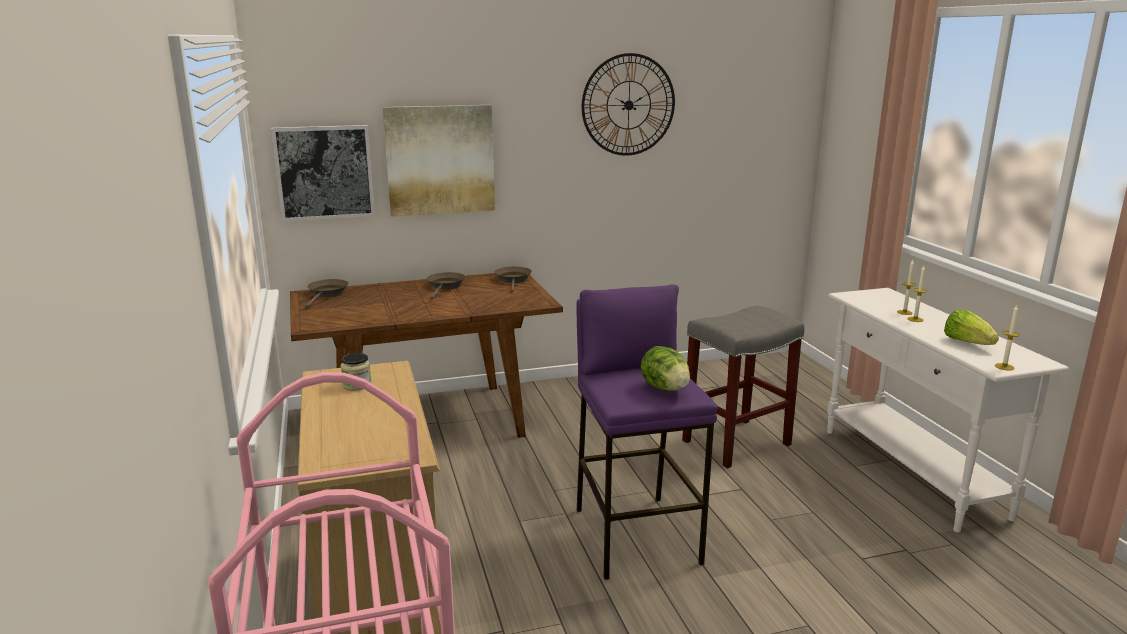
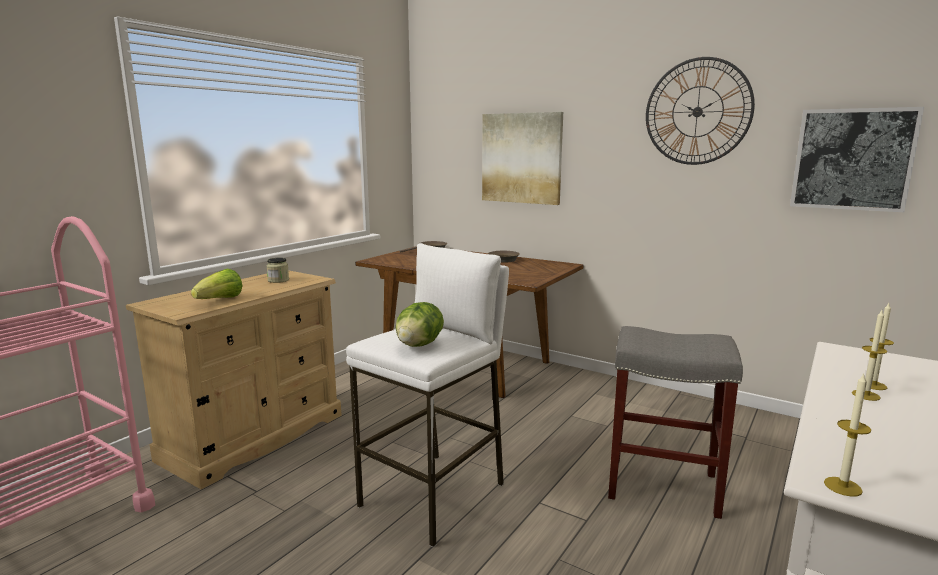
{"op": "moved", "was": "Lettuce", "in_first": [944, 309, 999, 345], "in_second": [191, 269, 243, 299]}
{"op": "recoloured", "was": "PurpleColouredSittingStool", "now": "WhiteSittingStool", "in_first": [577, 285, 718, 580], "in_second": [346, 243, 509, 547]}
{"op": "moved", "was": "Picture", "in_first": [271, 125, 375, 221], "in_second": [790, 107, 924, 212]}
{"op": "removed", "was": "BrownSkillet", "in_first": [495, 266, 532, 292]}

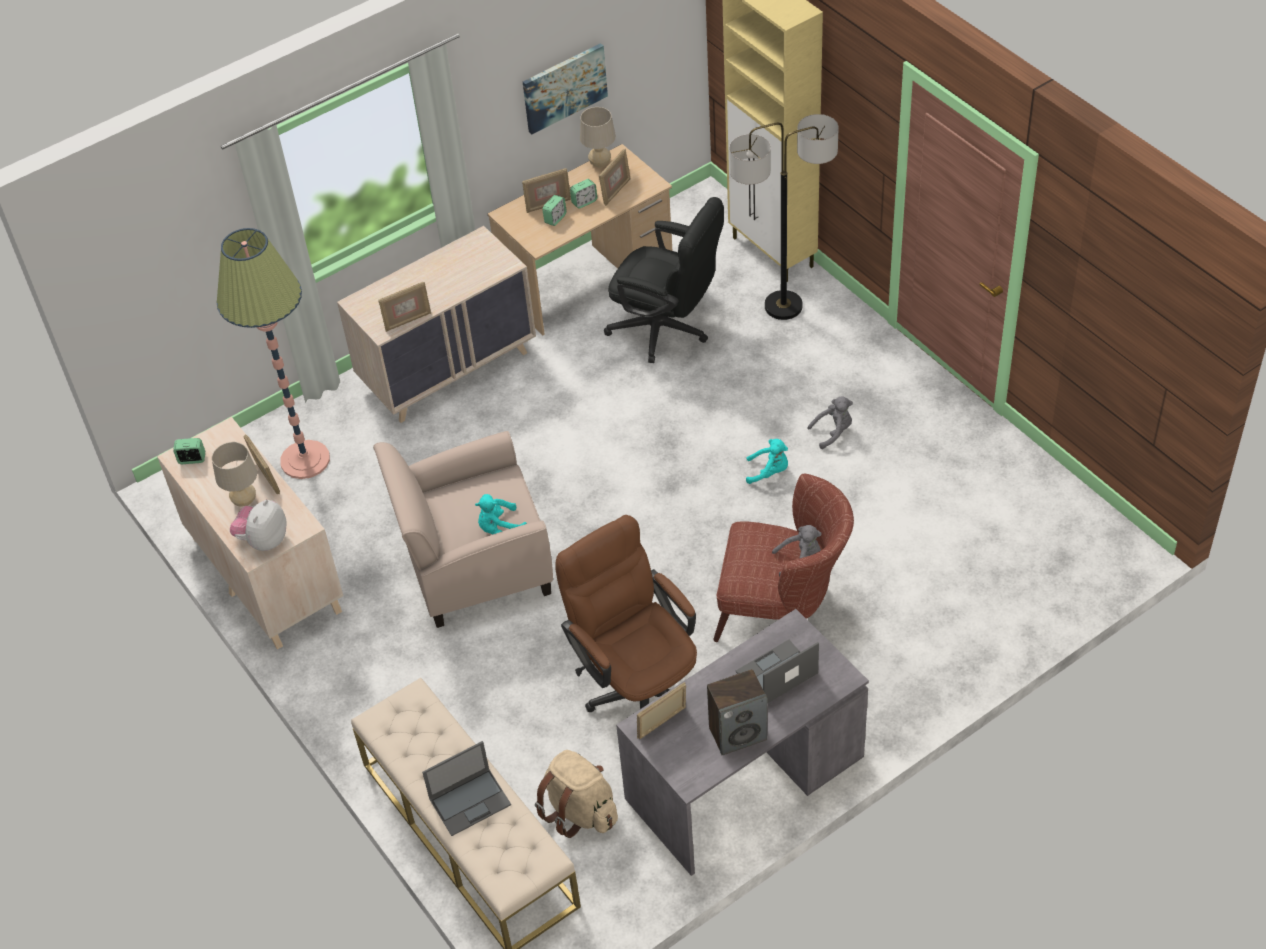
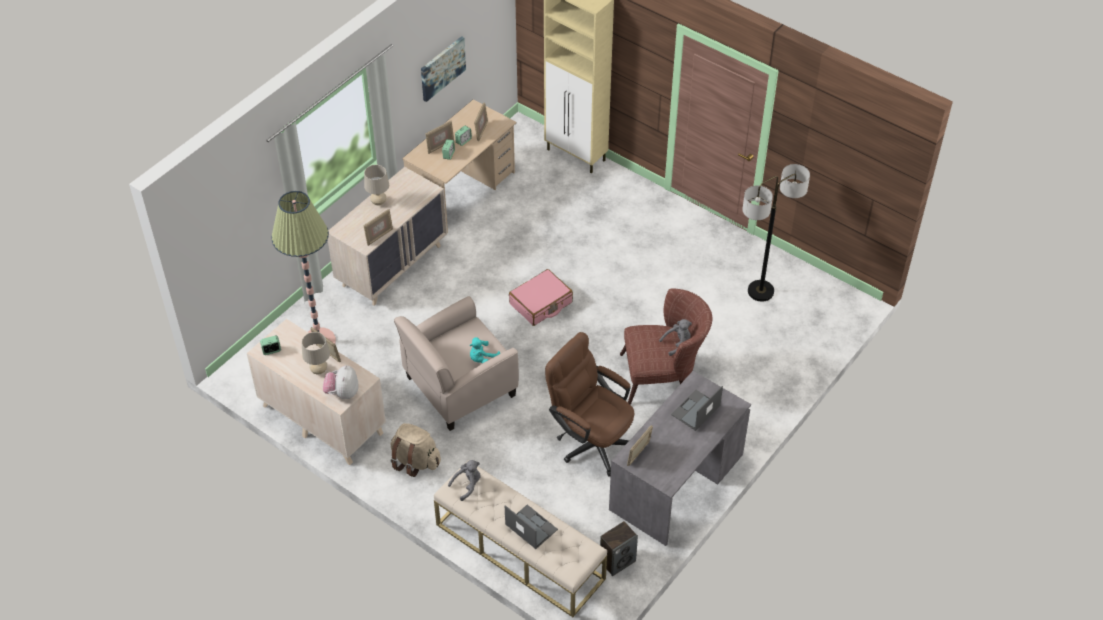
{"op": "moved", "was": "BeigeLampForATable", "in_first": [580, 107, 616, 168], "in_second": [364, 165, 389, 206]}
{"op": "moved", "was": "BeigeKnapsack", "in_first": [535, 750, 618, 838], "in_second": [390, 423, 441, 477]}
{"op": "moved", "was": "GreyPlushToy", "in_first": [807, 396, 853, 449], "in_second": [448, 460, 481, 501]}
{"op": "turned", "was": "NotebookComputer", "in_first": [422, 741, 511, 836], "in_second": [505, 505, 558, 549], "clockwise": -90}
{"op": "added", "now": "PinkishTravelCase", "in_second": [509, 269, 573, 326]}
{"op": "moved", "was": "Speaker", "in_first": [707, 669, 767, 755], "in_second": [600, 521, 638, 576]}
{"op": "moved", "was": "StandardLamp", "in_first": [729, 114, 839, 320], "in_second": [742, 164, 810, 302]}
{"op": "removed", "was": "BlackOfficeChair", "in_first": [604, 197, 724, 363]}
{"op": "removed", "was": "BlueGreenPlushToy", "in_first": [746, 439, 788, 484]}

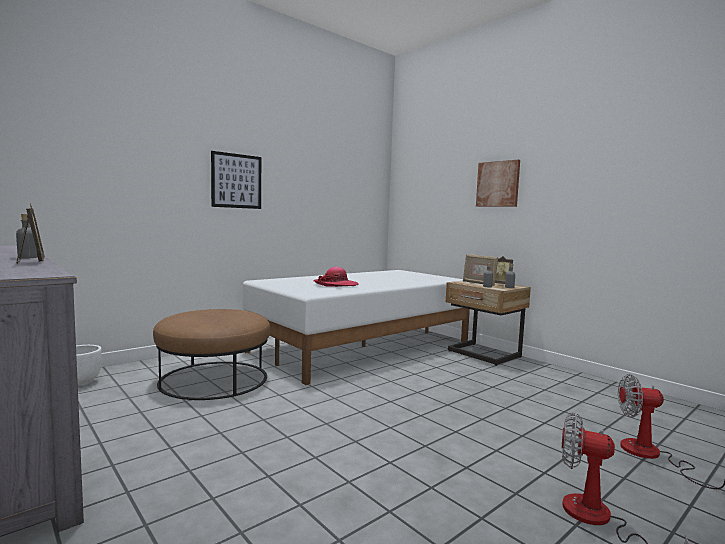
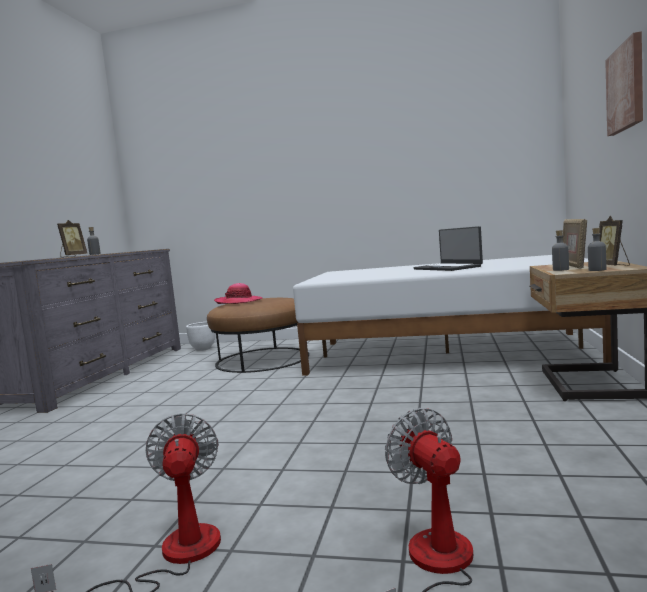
{"op": "moved", "was": "WearableHat", "in_first": [313, 267, 359, 287], "in_second": [214, 283, 263, 304]}
{"op": "added", "now": "NotebookComputer", "in_second": [413, 226, 483, 271]}
{"op": "removed", "was": "Picture", "in_first": [211, 151, 261, 209]}

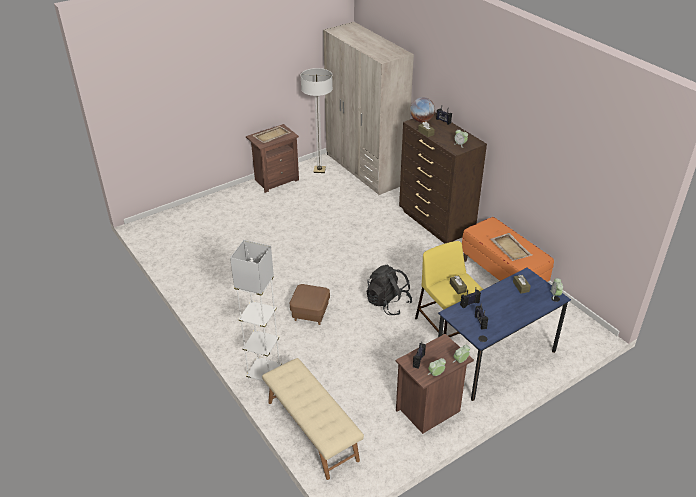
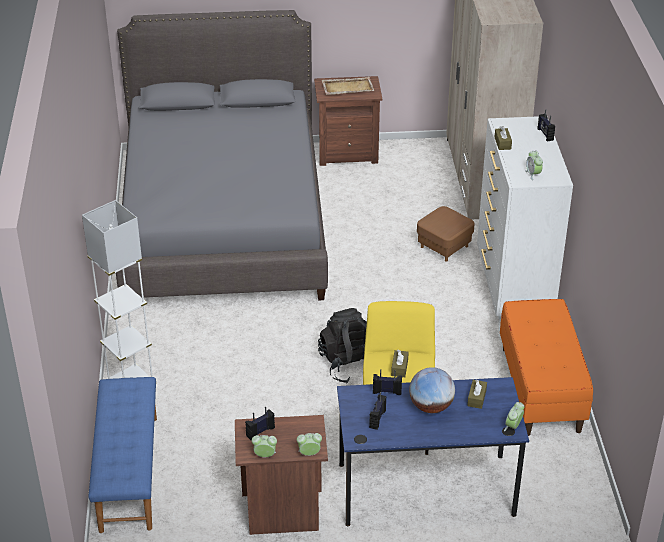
{"op": "recoloured", "was": "BeigeLongSeat", "now": "BlueLongSeat", "in_first": [262, 358, 364, 480], "in_second": [89, 377, 157, 533]}
{"op": "added", "now": "GreyBed", "in_second": [116, 10, 328, 301]}
{"op": "moved", "was": "WorldGlobe", "in_first": [410, 97, 435, 123], "in_second": [409, 367, 455, 413]}
{"op": "moved", "was": "BrownFootrest", "in_first": [290, 284, 330, 325], "in_second": [417, 206, 475, 261]}
{"op": "recoloured", "was": "BrownDrawerChest", "now": "WhiteDrawerChest", "in_first": [399, 112, 487, 244], "in_second": [477, 116, 573, 319]}
{"op": "removed", "was": "StandardLamp", "in_first": [301, 68, 333, 173]}
{"op": "removed", "was": "BeigeCarryingTray", "in_first": [490, 233, 532, 261]}

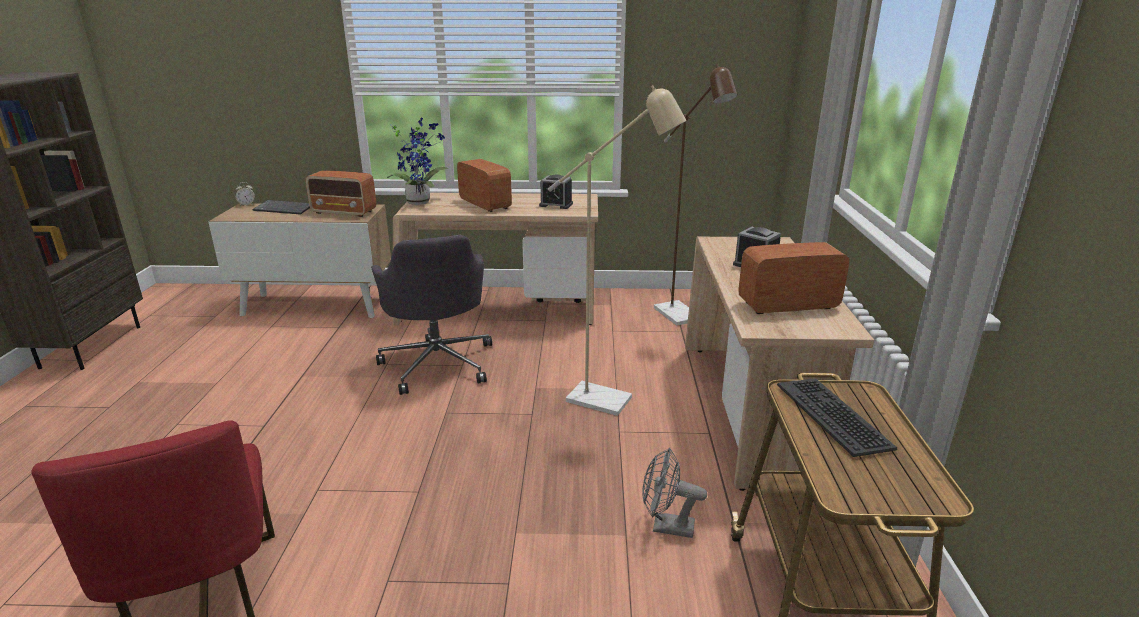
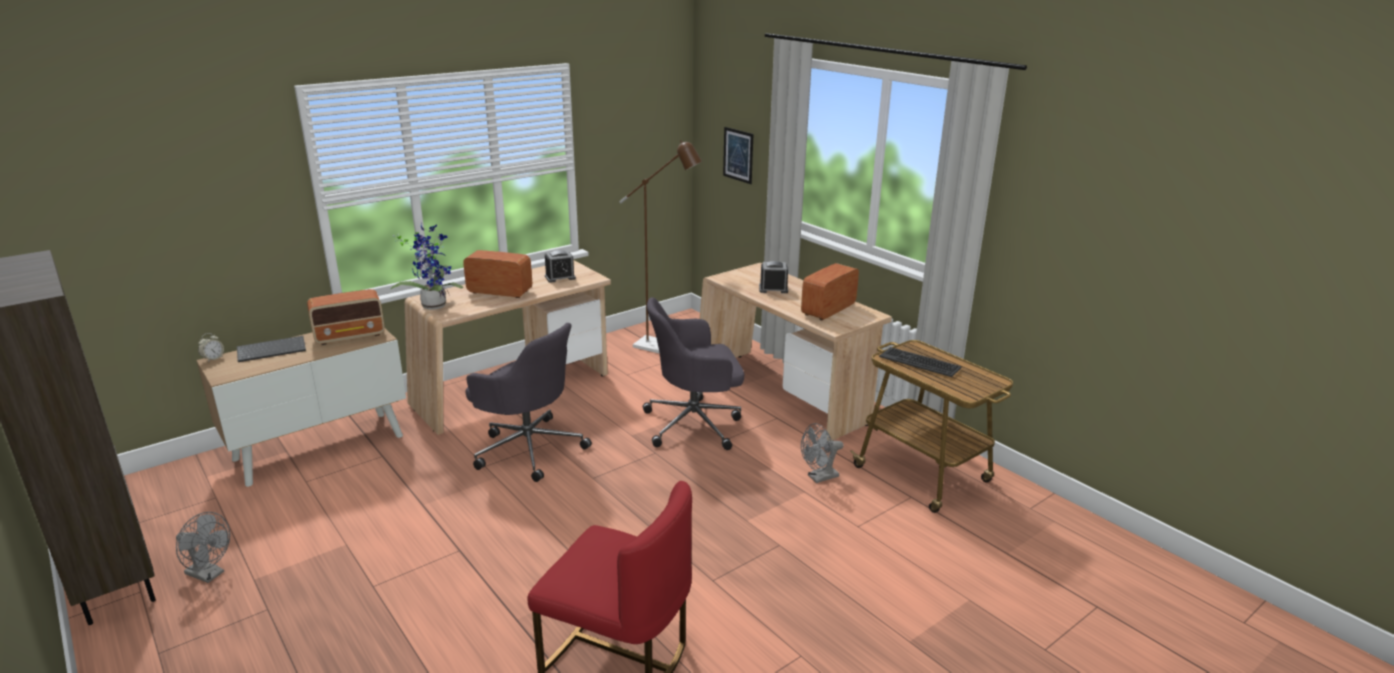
{"op": "added", "now": "GreyCoolingFan", "in_second": [176, 512, 230, 583]}
{"op": "replaced", "was": "BeigeStandardLamp", "now": "GreyOfficeChair", "in_first": [548, 86, 687, 416], "in_second": [643, 297, 744, 450]}
{"op": "added", "now": "Picture", "in_second": [723, 127, 753, 184]}

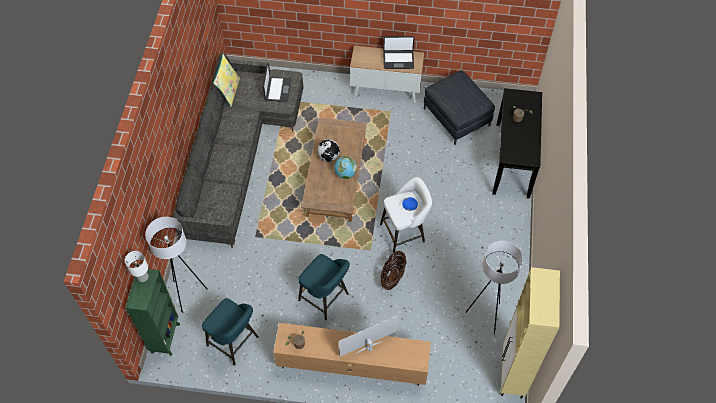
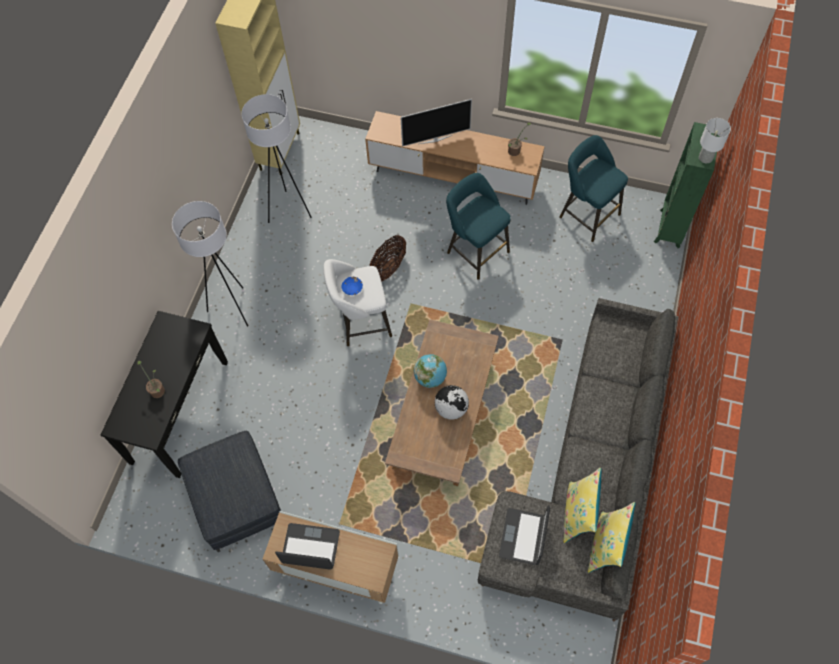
{"op": "moved", "was": "WhiteStandardLamp", "in_first": [145, 217, 208, 312], "in_second": [172, 201, 248, 326]}
{"op": "added", "now": "YellowColouredThrowPillow", "in_second": [564, 468, 602, 543]}

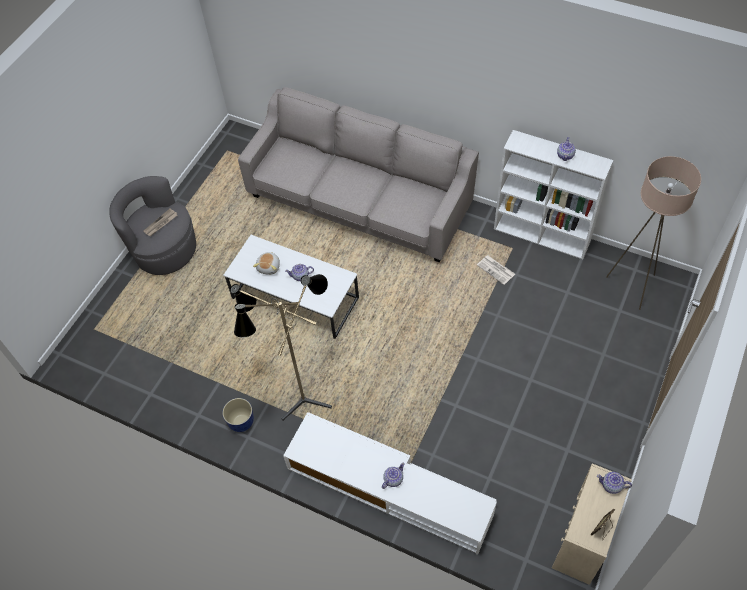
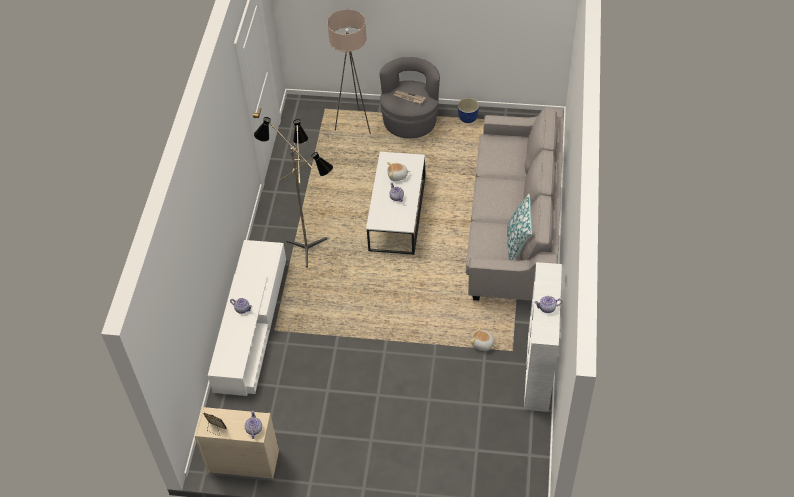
{"op": "moved", "was": "BeigeStandardLamp", "in_first": [606, 156, 701, 310], "in_second": [327, 9, 371, 134]}
{"op": "moved", "was": "FlowerPot", "in_first": [222, 398, 254, 432], "in_second": [458, 98, 479, 123]}
{"op": "replaced", "was": "Newspaper", "now": "PlushToy", "in_first": [477, 255, 515, 285], "in_second": [470, 326, 496, 351]}
{"op": "added", "now": "ThrowPillow", "in_second": [507, 194, 533, 260]}

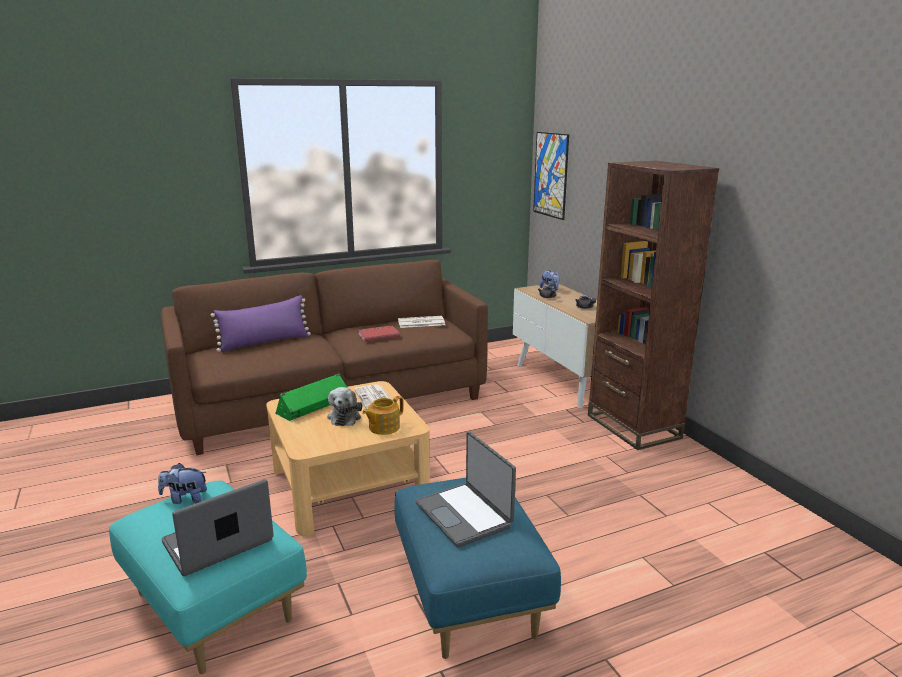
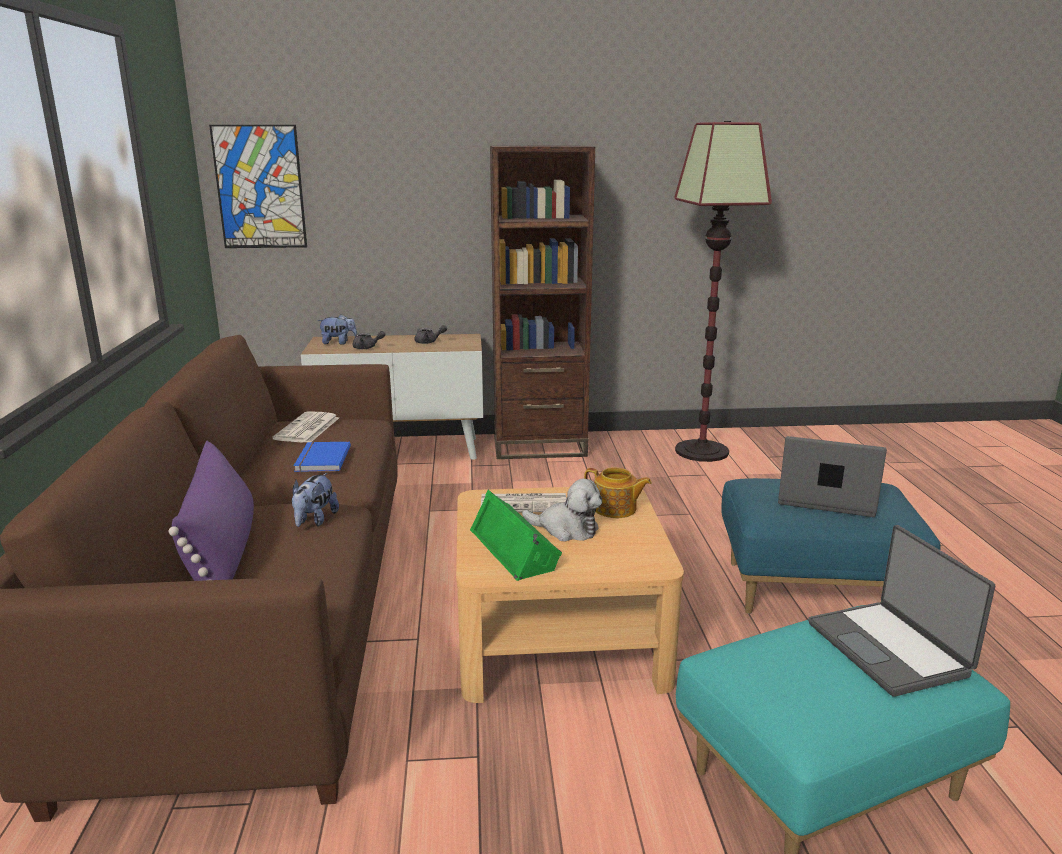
{"op": "moved", "was": "PlushToy", "in_first": [158, 463, 207, 504], "in_second": [292, 473, 339, 527]}
{"op": "recoloured", "was": "ReddishBook", "now": "BlueBook", "in_first": [358, 326, 400, 342], "in_second": [294, 442, 351, 472]}
{"op": "turned", "was": "TeaPot", "in_first": [362, 396, 403, 435], "in_second": [584, 467, 652, 518], "clockwise": -45}
{"op": "added", "now": "StandardLamp", "in_second": [674, 121, 772, 462]}
{"op": "turned", "was": "NotebookComputer", "in_first": [415, 431, 516, 548], "in_second": [778, 436, 887, 517], "clockwise": -150}

